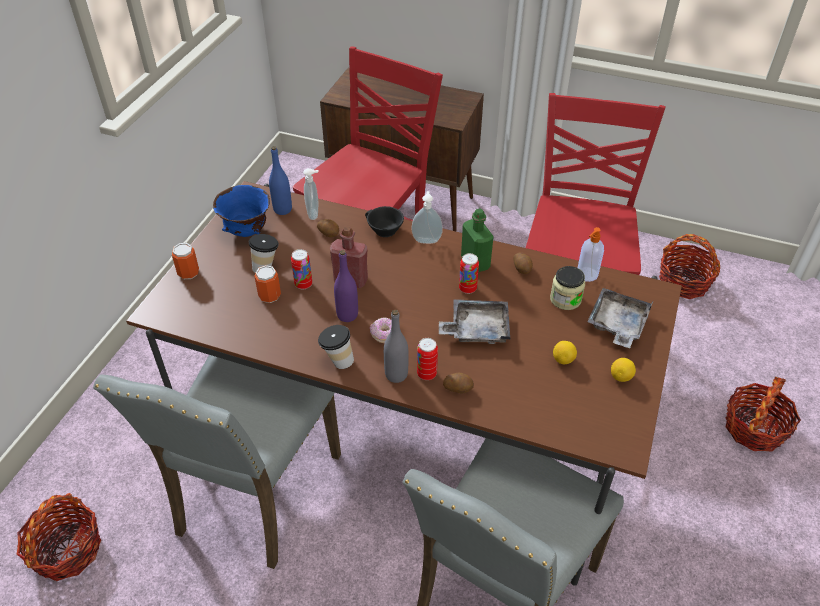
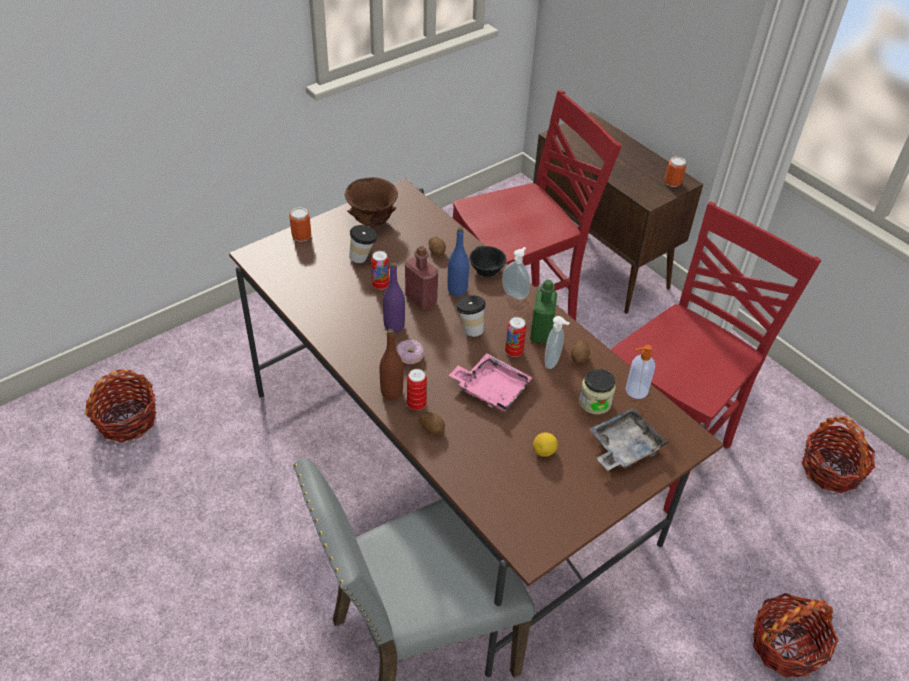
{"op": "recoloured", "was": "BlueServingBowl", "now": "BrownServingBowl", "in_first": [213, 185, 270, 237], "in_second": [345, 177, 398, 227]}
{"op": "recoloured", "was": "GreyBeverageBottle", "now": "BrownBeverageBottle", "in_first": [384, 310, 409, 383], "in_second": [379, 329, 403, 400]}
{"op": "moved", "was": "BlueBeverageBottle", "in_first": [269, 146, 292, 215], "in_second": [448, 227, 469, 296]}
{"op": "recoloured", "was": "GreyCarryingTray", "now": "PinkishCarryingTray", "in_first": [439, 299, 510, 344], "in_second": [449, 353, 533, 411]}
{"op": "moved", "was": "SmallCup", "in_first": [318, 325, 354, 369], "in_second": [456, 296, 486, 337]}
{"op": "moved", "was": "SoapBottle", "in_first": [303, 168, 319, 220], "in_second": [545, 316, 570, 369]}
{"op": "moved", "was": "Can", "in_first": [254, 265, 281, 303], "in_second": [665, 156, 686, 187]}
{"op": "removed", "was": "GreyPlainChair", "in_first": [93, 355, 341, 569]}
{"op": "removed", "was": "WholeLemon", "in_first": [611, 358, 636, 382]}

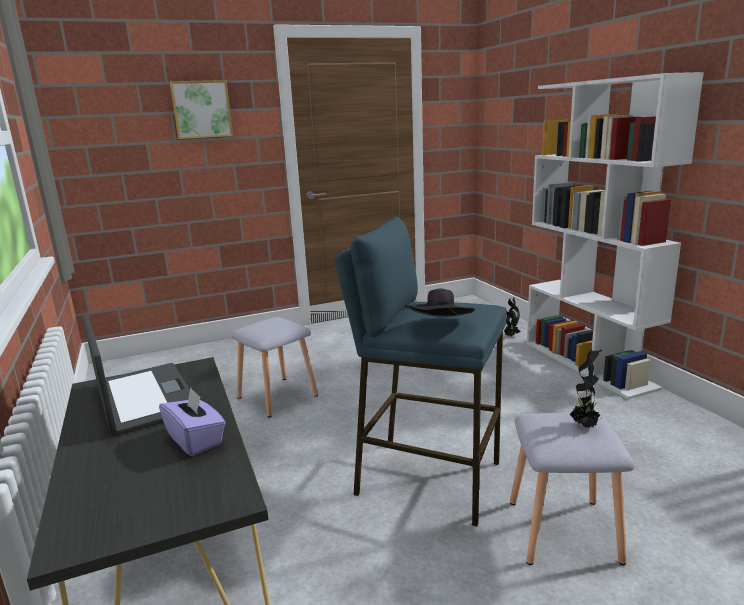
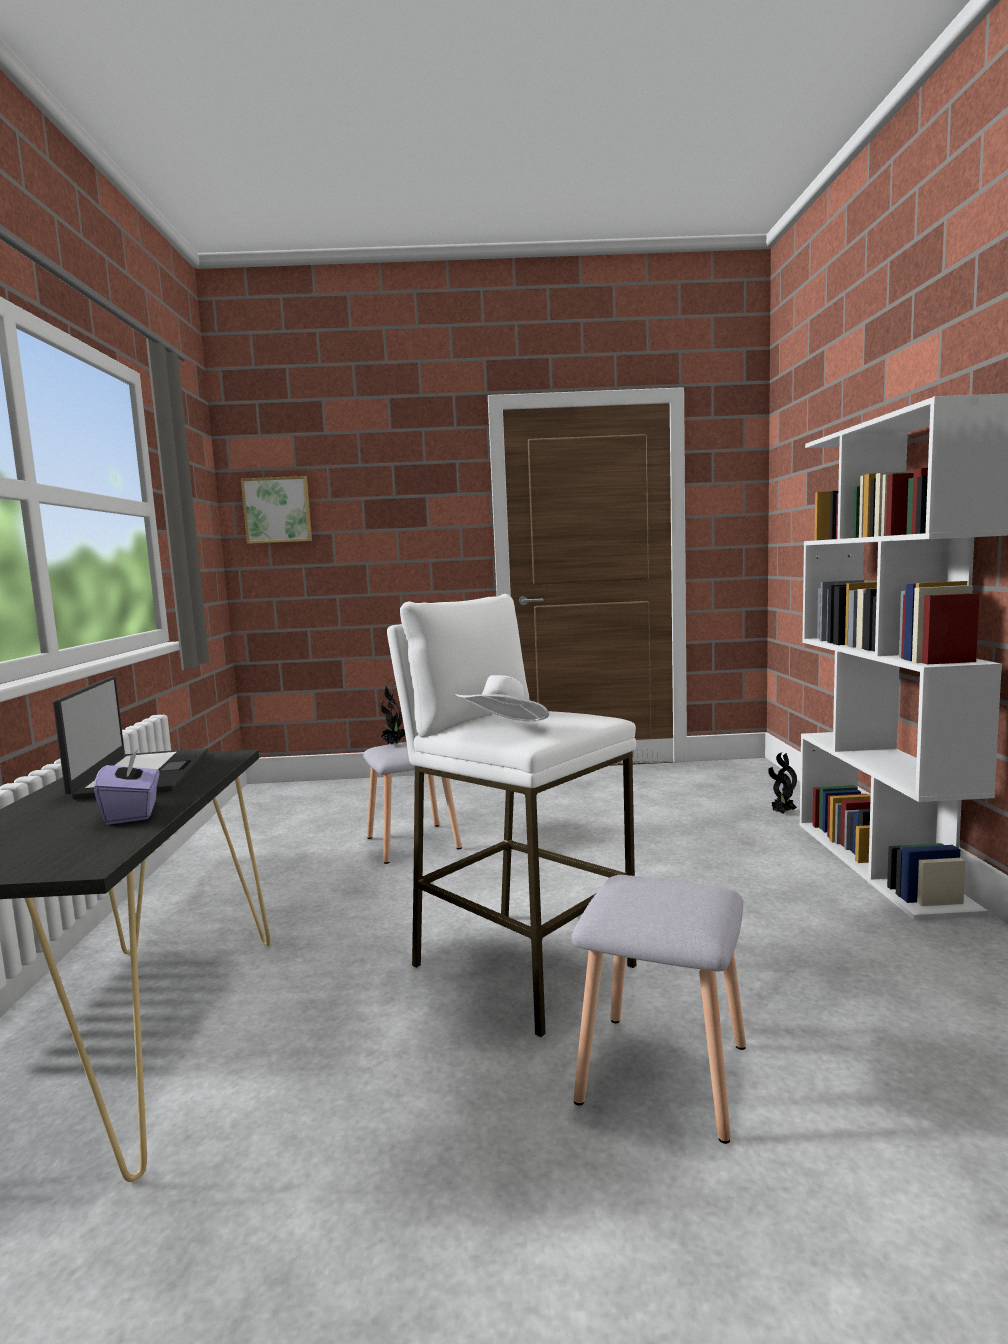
{"op": "moved", "was": "Picture", "in_first": [170, 80, 233, 139], "in_second": [241, 476, 312, 544]}
{"op": "moved", "was": "PlantInAPot", "in_first": [569, 349, 603, 428], "in_second": [381, 679, 405, 745]}
{"op": "recoloured", "was": "BlueSittingStool", "now": "WhiteSittingStool", "in_first": [334, 217, 507, 526], "in_second": [387, 594, 636, 1038]}
{"op": "recoloured", "was": "BlackWearableHat", "now": "WhiteWearableHat", "in_first": [405, 288, 475, 317], "in_second": [455, 675, 549, 722]}

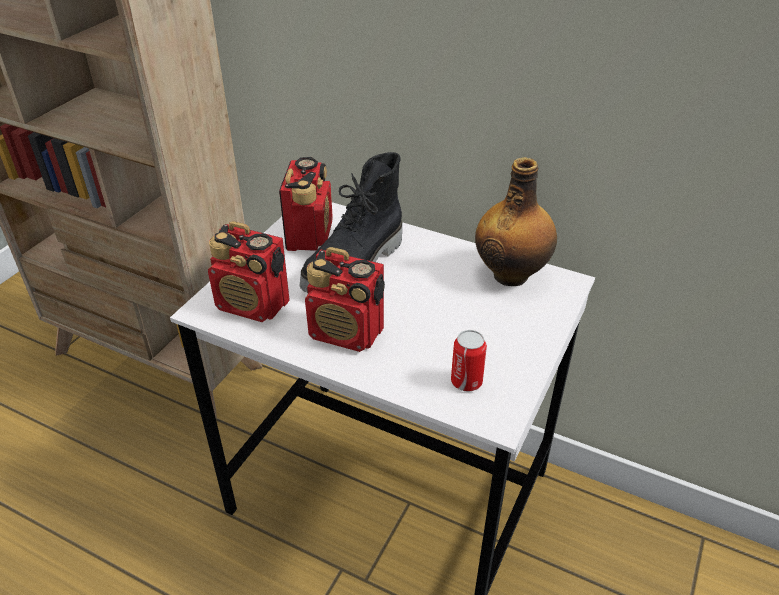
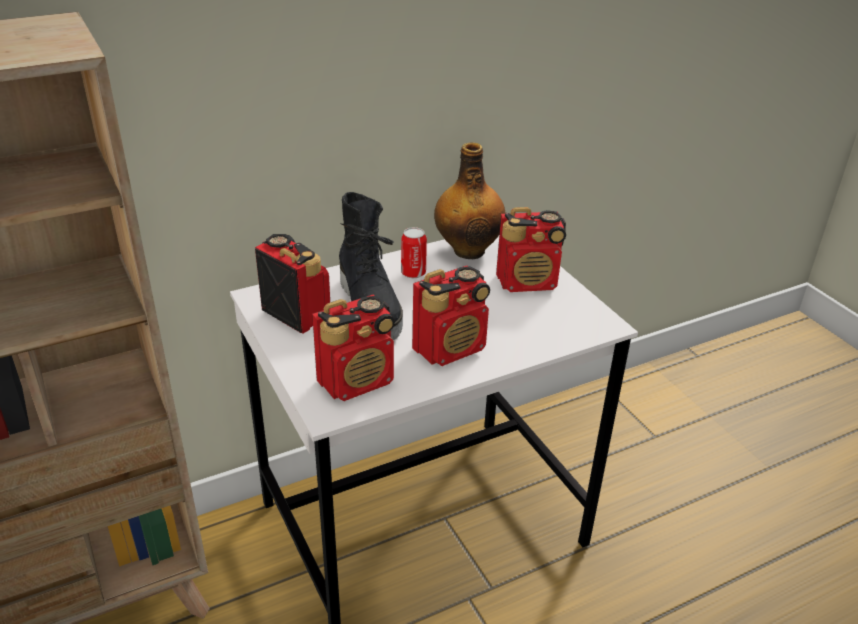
{"op": "moved", "was": "Can", "in_first": [451, 330, 487, 392], "in_second": [401, 227, 427, 278]}
{"op": "added", "now": "Radio", "in_second": [496, 207, 566, 292]}

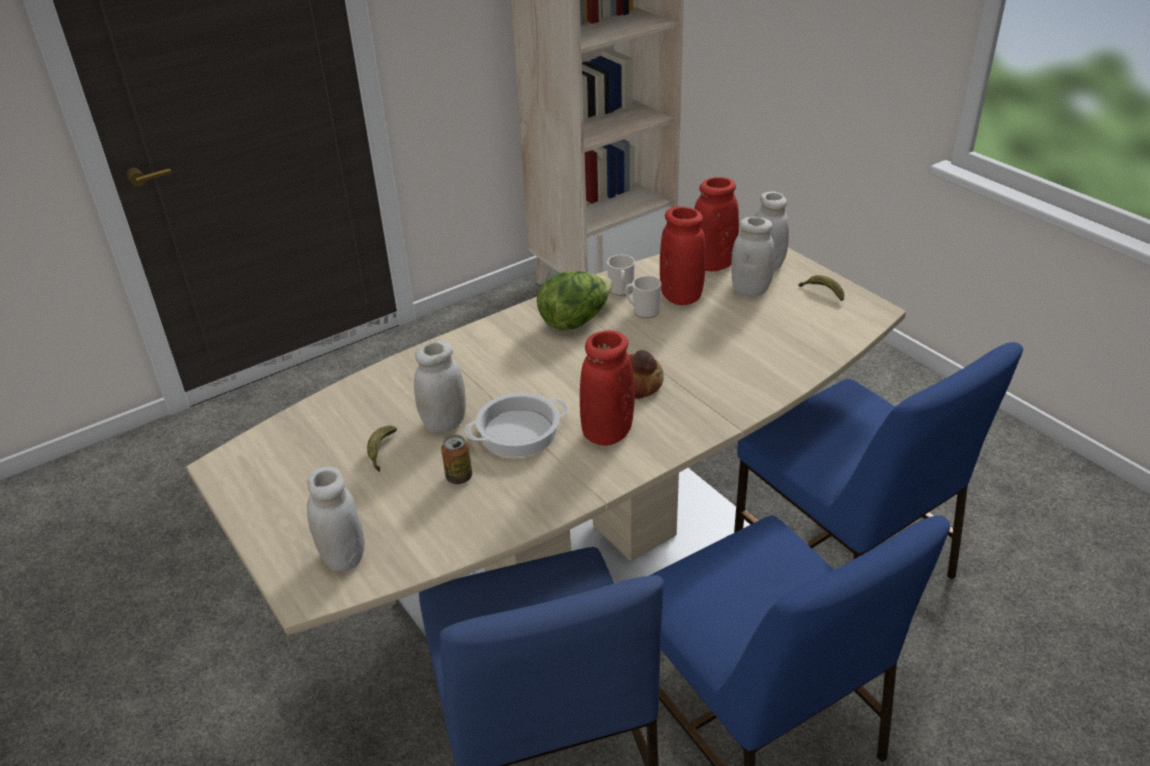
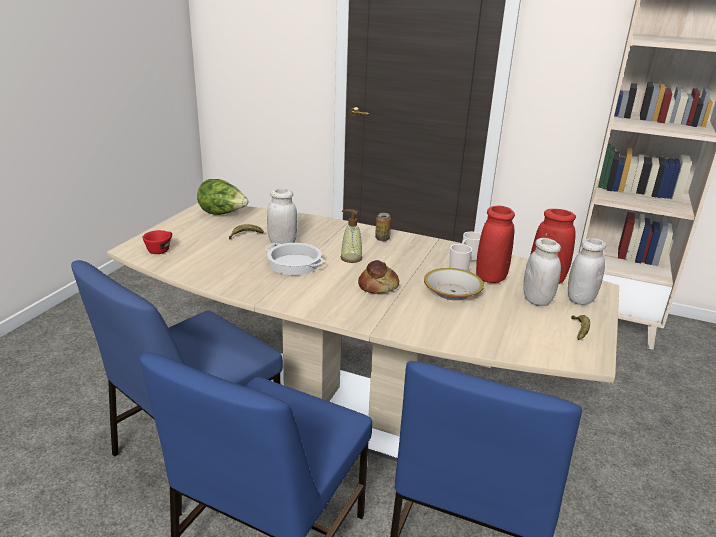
{"op": "replaced", "was": "WhiteJar", "now": "ReddishSmallCup", "in_first": [307, 466, 365, 571], "in_second": [143, 230, 172, 254]}
{"op": "moved", "was": "Lettuce", "in_first": [537, 271, 612, 330], "in_second": [197, 179, 248, 215]}
{"op": "added", "now": "SoapBottle", "in_second": [341, 209, 363, 263]}
{"op": "moved", "was": "Can", "in_first": [441, 435, 472, 484], "in_second": [375, 213, 391, 241]}
{"op": "added", "now": "ServingBowl", "in_second": [424, 268, 484, 300]}
{"op": "removed", "was": "ReddishDecorativeVase", "in_first": [580, 330, 635, 446]}

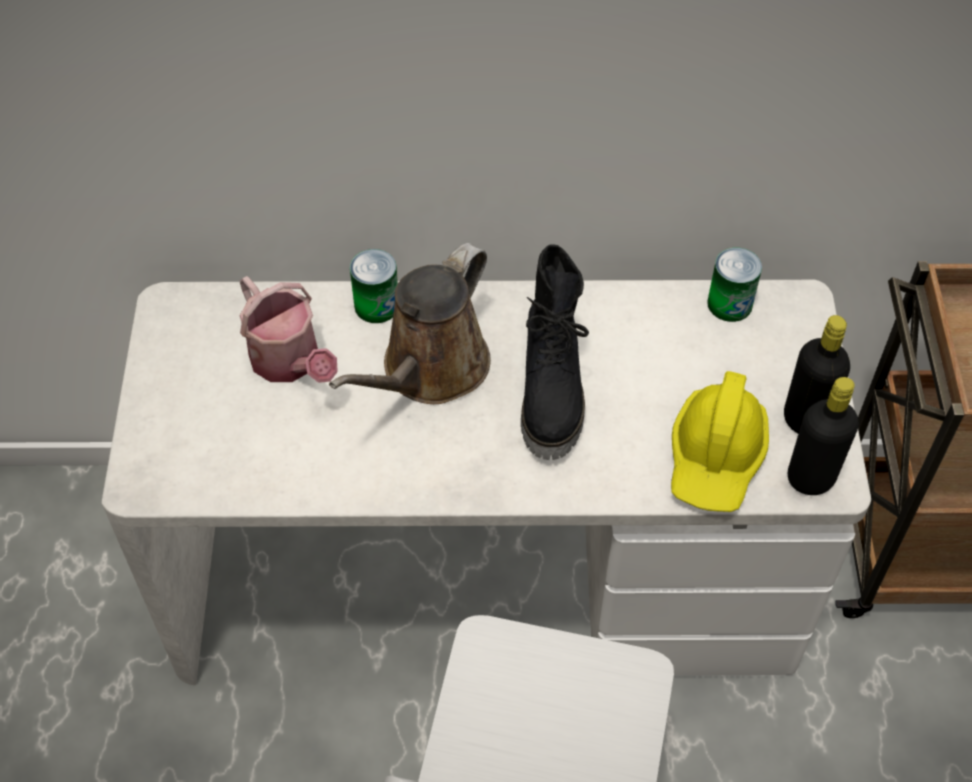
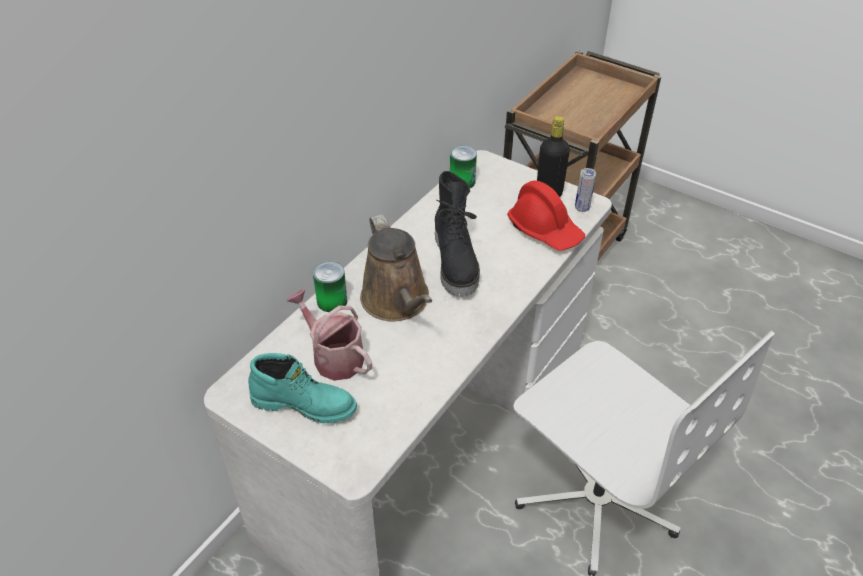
{"op": "added", "now": "BlueGreenBoot", "in_second": [248, 353, 357, 423]}
{"op": "turned", "was": "SprinklingCan", "in_first": [240, 276, 338, 383], "in_second": [286, 289, 372, 381], "clockwise": -135}
{"op": "turned", "was": "BlackBoot", "in_first": [521, 244, 589, 460], "in_second": [435, 171, 480, 297], "clockwise": 45}
{"op": "recoloured", "was": "YellowColouredSafetyHelmet", "now": "ReddishSafetyHelmet", "in_first": [671, 371, 769, 512], "in_second": [507, 180, 585, 251]}
{"op": "replaced", "was": "BlackBeverageBottle", "now": "Can", "in_first": [788, 377, 859, 495], "in_second": [575, 168, 596, 212]}

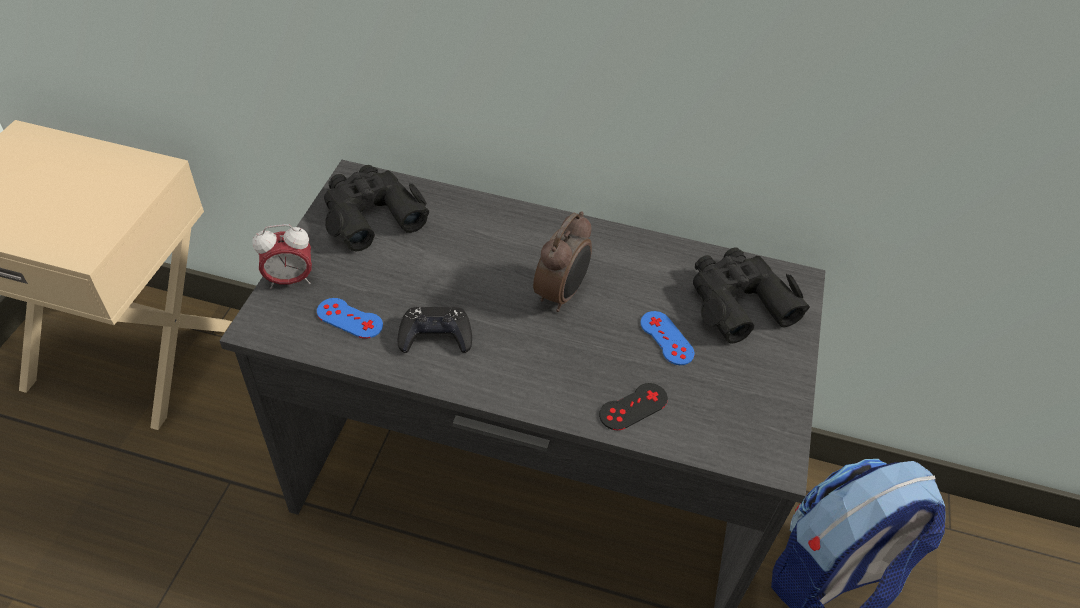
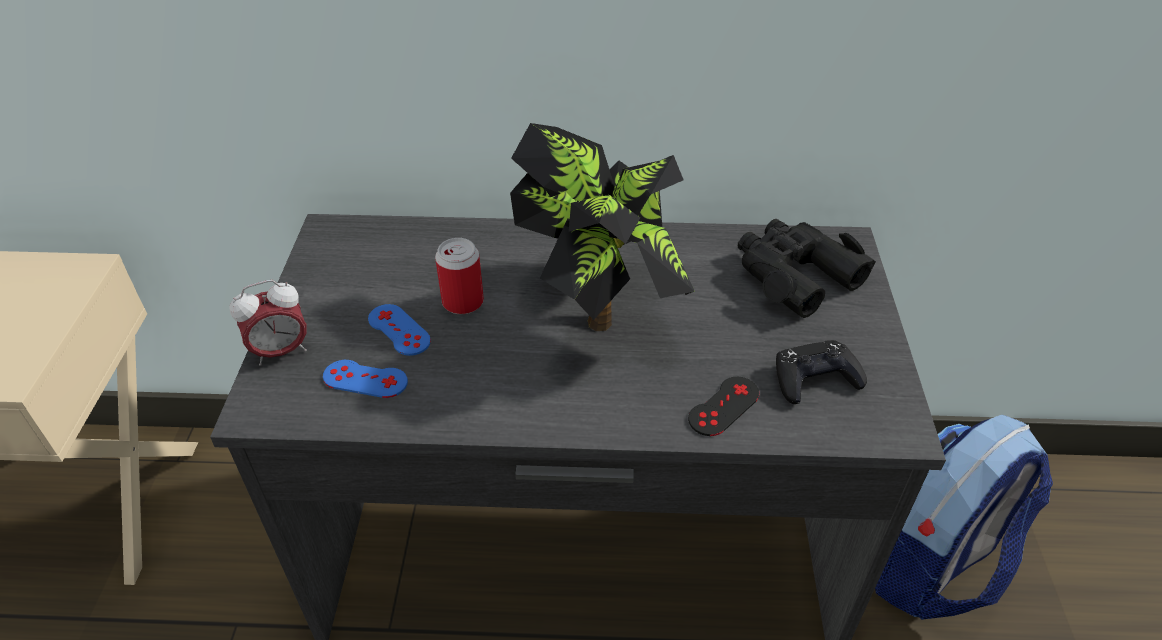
{"op": "moved", "was": "BlueGamepad", "in_first": [640, 311, 695, 365], "in_second": [368, 304, 431, 356]}
{"op": "added", "now": "Can", "in_second": [435, 238, 484, 314]}
{"op": "replaced", "was": "BedsideClock", "now": "PlantInAPot", "in_first": [533, 211, 592, 312], "in_second": [510, 123, 695, 331]}
{"op": "moved", "was": "BlackGamepad", "in_first": [398, 307, 472, 353], "in_second": [776, 340, 867, 404]}
{"op": "removed", "was": "BlackPairOfBinoculars", "in_first": [324, 165, 429, 251]}

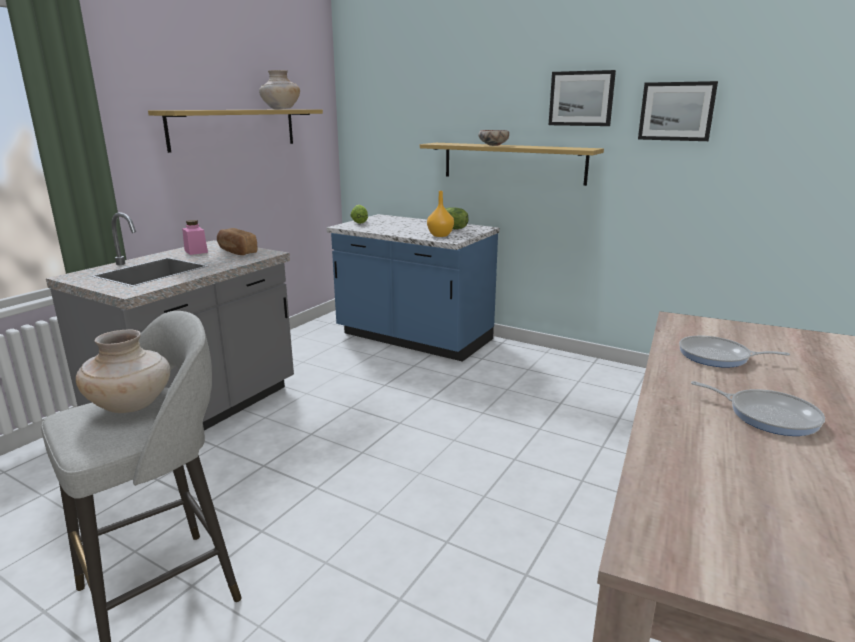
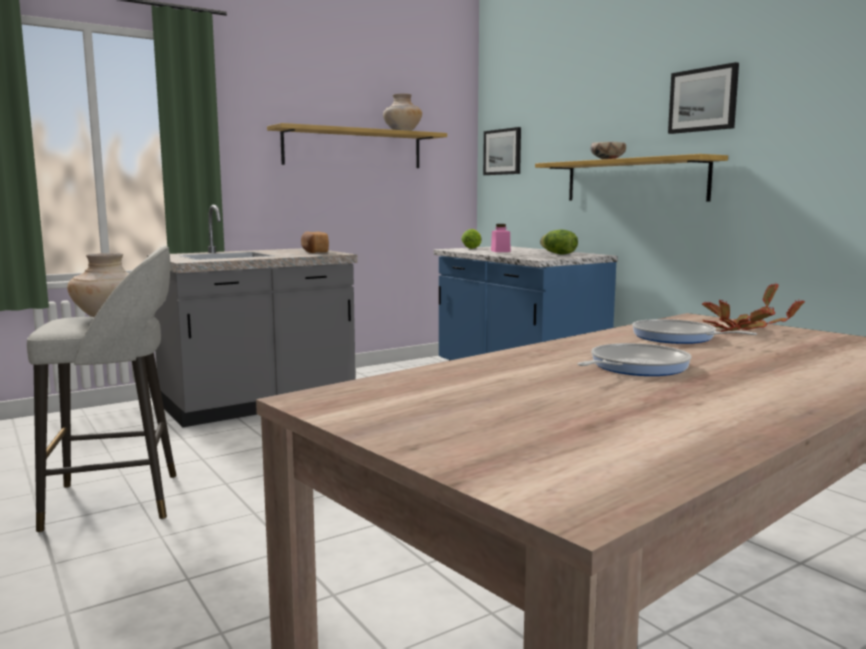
{"op": "moved", "was": "Picture", "in_first": [638, 81, 718, 141], "in_second": [483, 127, 521, 175]}
{"op": "moved", "was": "PinkishJar", "in_first": [182, 220, 208, 255], "in_second": [491, 224, 511, 252]}
{"op": "turned", "was": "Skillet", "in_first": [691, 381, 825, 436], "in_second": [578, 343, 691, 376], "clockwise": -105}
{"op": "added", "now": "PlantInAPot", "in_second": [702, 283, 805, 332]}
{"op": "removed", "was": "OrangeColouredDecorativeVase", "in_first": [427, 191, 454, 237]}

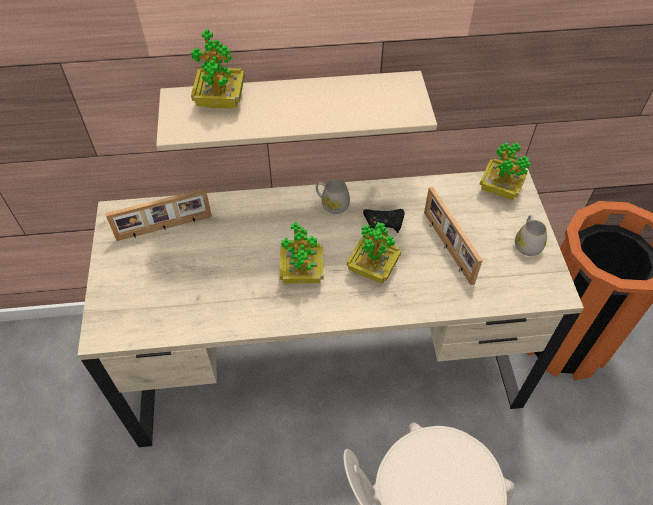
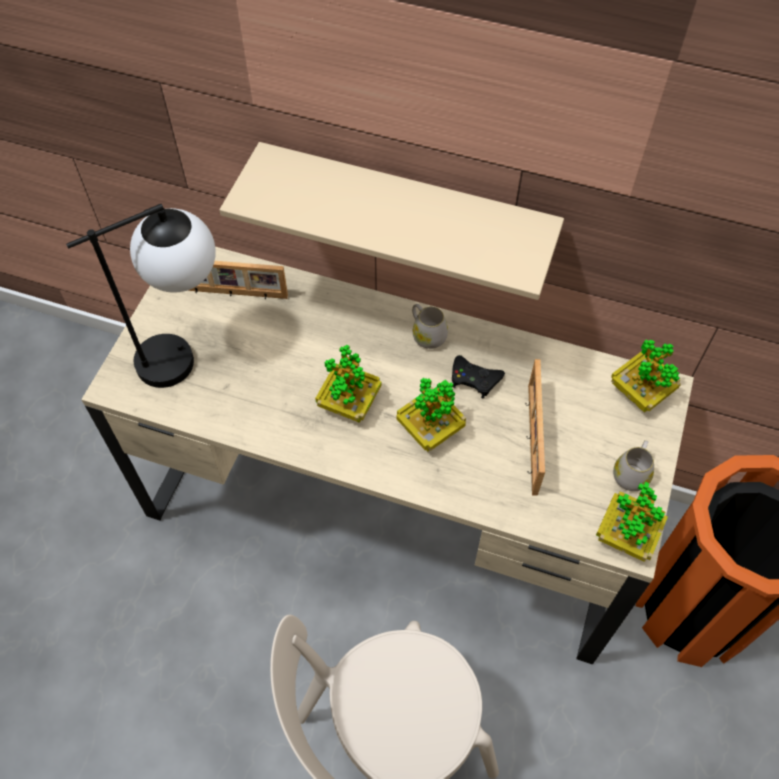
{"op": "added", "now": "LampForATable", "in_second": [66, 204, 216, 388]}
{"op": "moved", "was": "PlantInAPot", "in_first": [191, 29, 245, 108], "in_second": [596, 482, 668, 562]}

